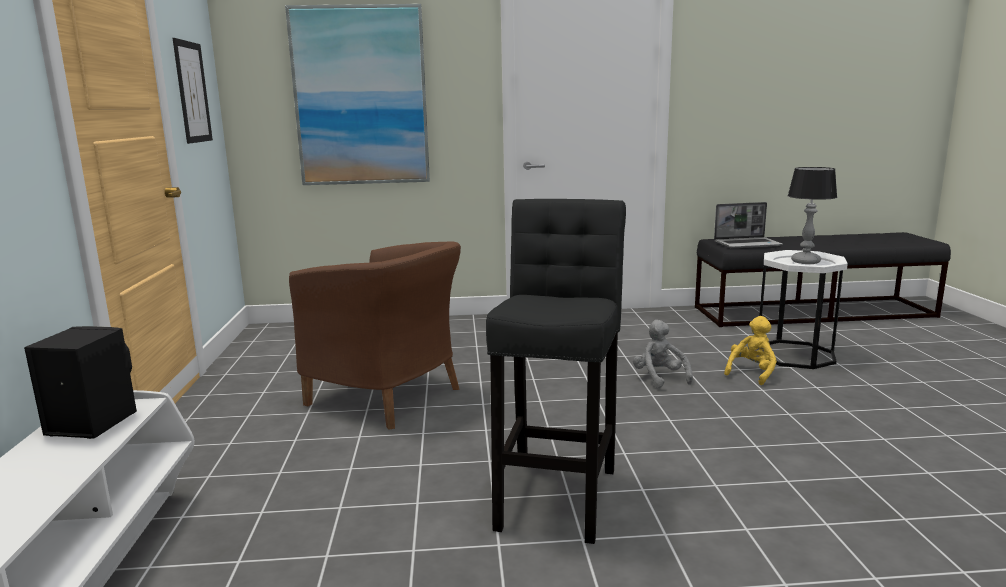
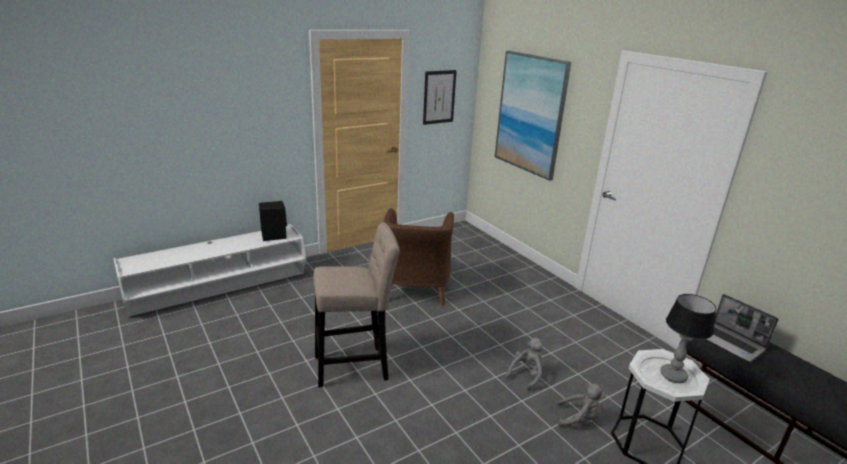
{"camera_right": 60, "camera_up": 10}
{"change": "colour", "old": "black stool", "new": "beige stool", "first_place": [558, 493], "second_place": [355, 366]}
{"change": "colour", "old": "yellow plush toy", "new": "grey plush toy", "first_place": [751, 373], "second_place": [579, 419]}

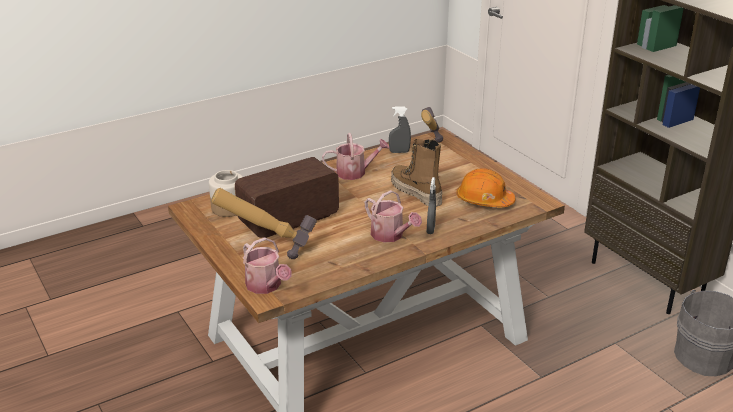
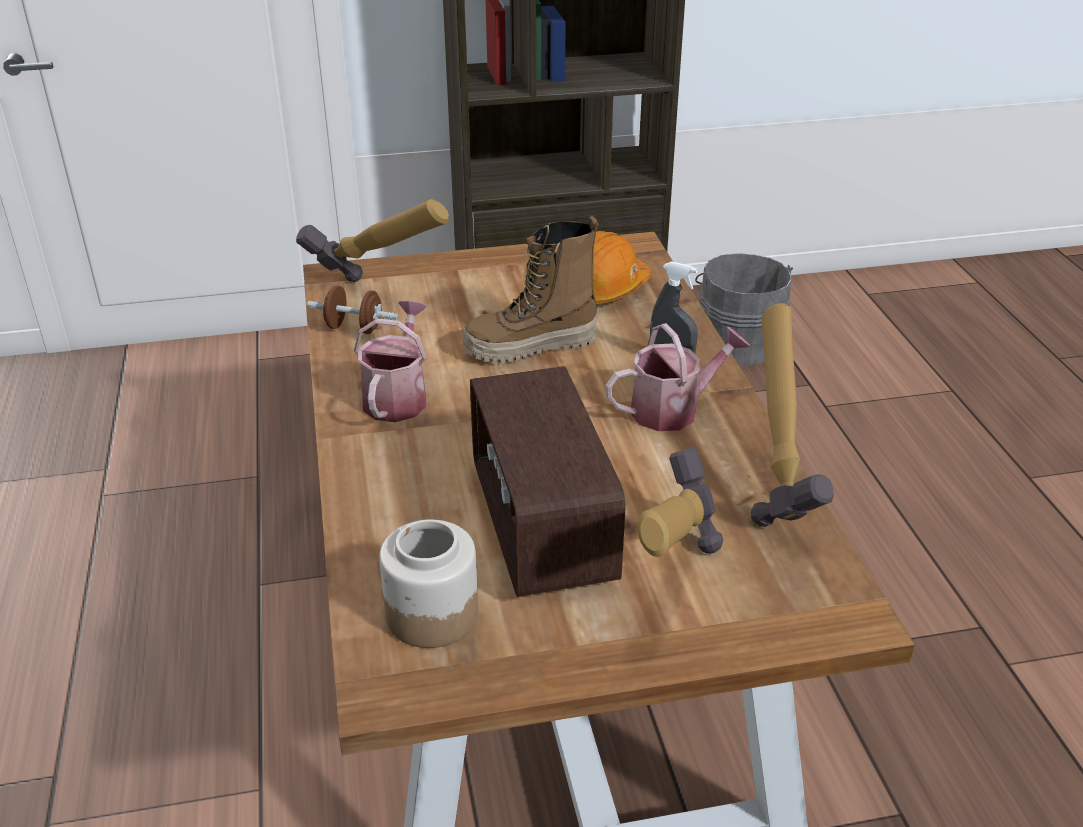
{"camera_right": -70, "camera_up": 5}
{"change": "missing", "old": "watering can", "first_place": [266, 286]}
{"change": "exchanged", "old": "grey spray bottle", "new": "brown dumbbell", "first_place": [399, 152], "second_place": [354, 328]}
{"change": "appeared", "new": "hammer", "second_place": [781, 486]}

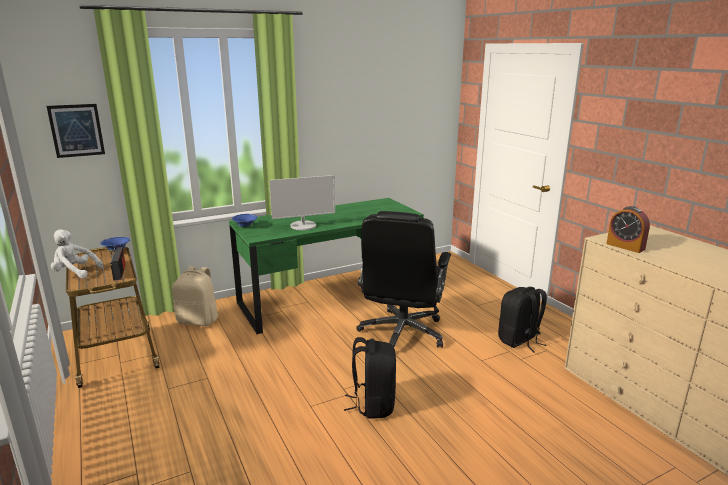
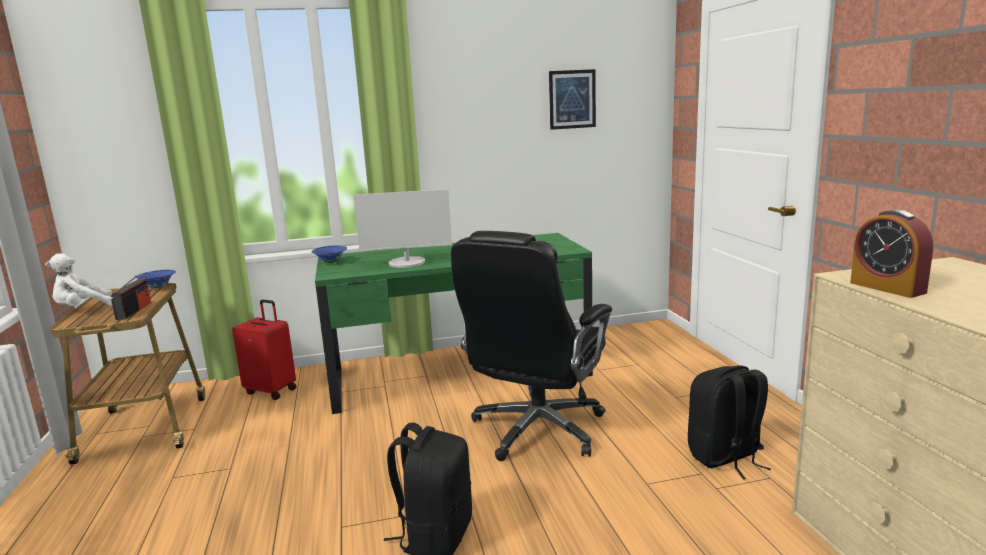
{"camera_right": 15, "camera_up": -5}
{"change": "relocated", "old": "picture", "first_place": [76, 130], "second_place": [572, 99]}
{"change": "spun", "old": "white plush toy", "first_place": [75, 273], "second_place": [84, 309], "degrees": -60}
{"change": "exchanged", "old": "beige backpack", "new": "red suitcase", "first_place": [198, 320], "second_place": [272, 390]}

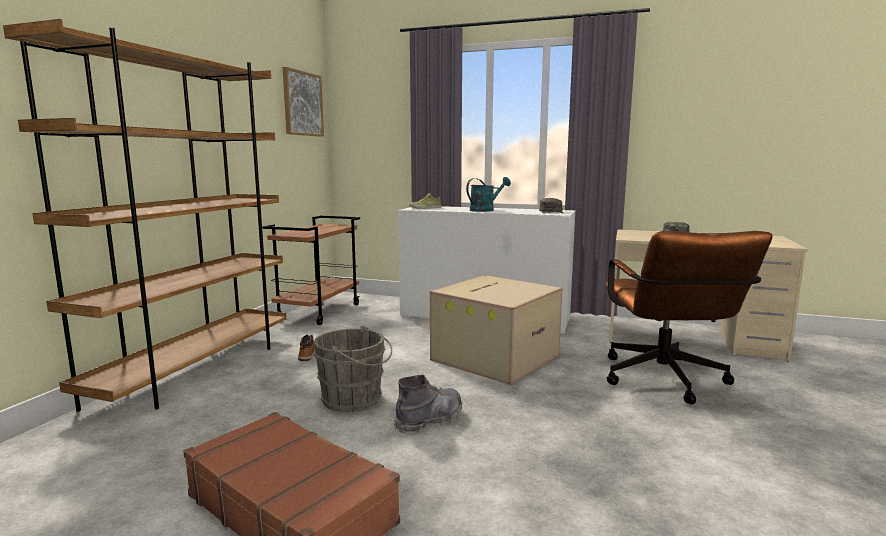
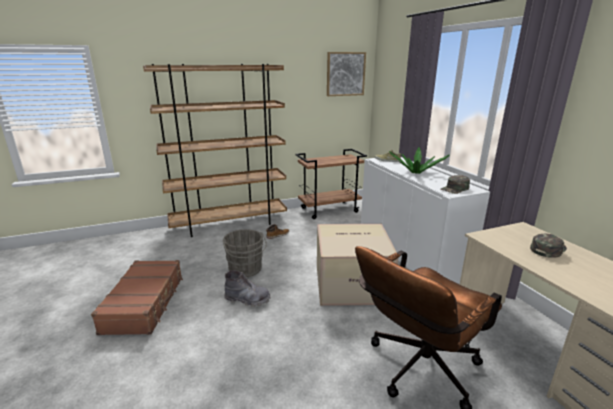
{"camera_right": 50, "camera_up": 10}
{"change": "exchanged", "old": "turquoise watering can", "new": "potted plant", "first_place": [485, 210], "second_place": [416, 173]}

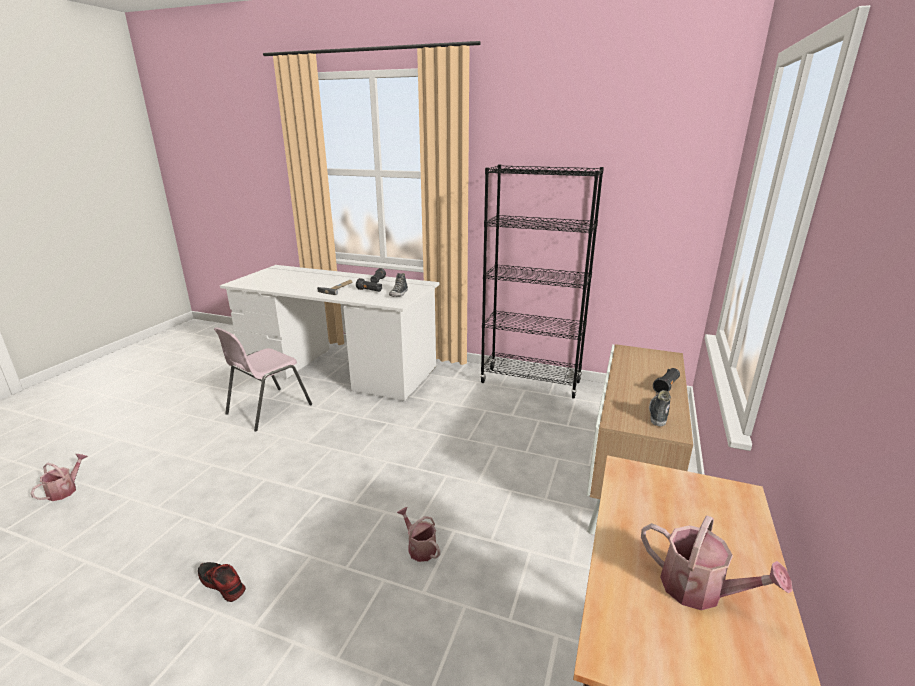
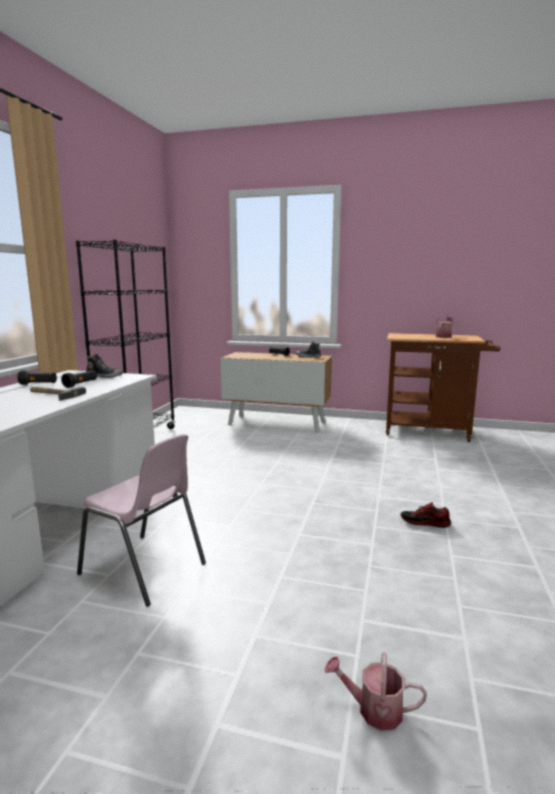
{"camera_right": -95, "camera_up": -10}
{"change": "spun", "old": "shoe", "first_place": [221, 585], "second_place": [425, 523], "degrees": 75}
{"change": "missing", "old": "watering can", "first_place": [419, 547]}

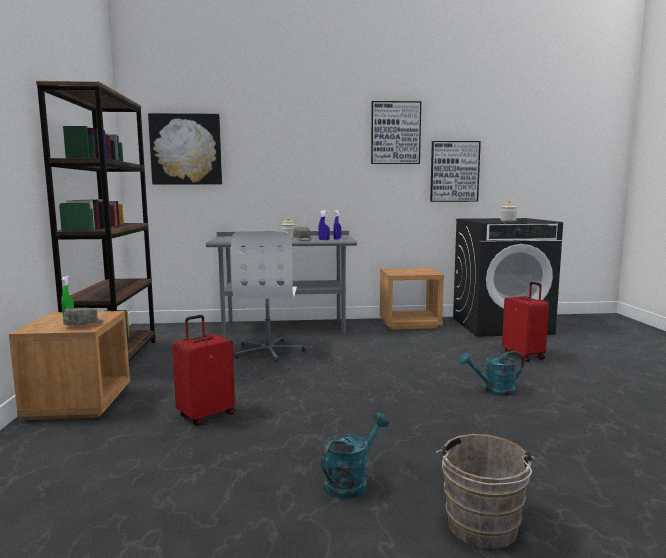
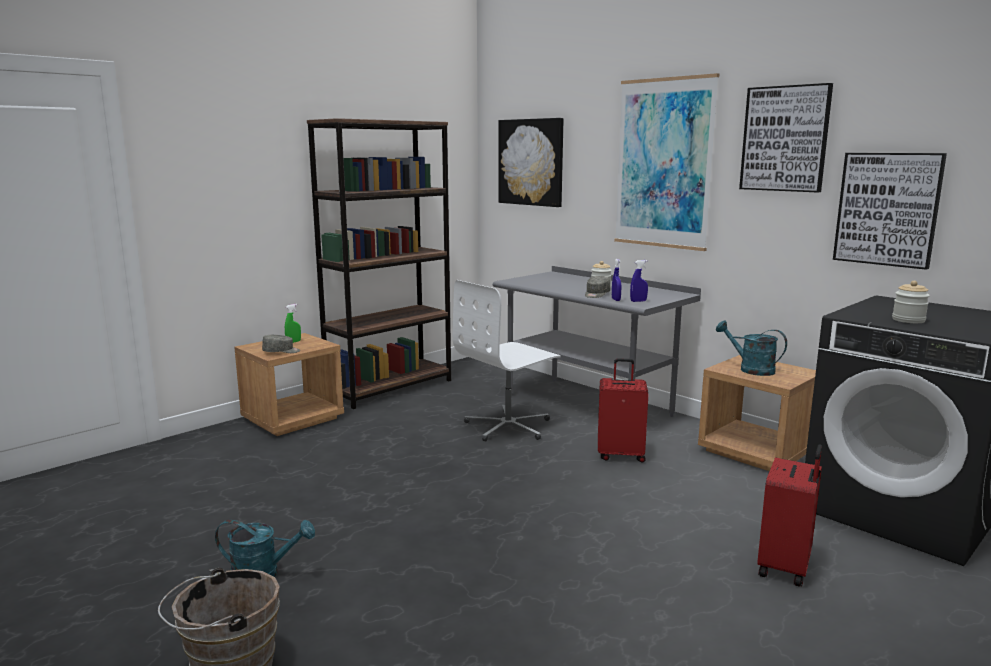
{"camera_right": 50, "camera_up": 5}
{"change": "relocated", "old": "red suitcase", "first_place": [206, 415], "second_place": [621, 455]}
{"change": "relocated", "old": "turquoise watering can", "first_place": [494, 390], "second_place": [750, 369]}
{"change": "appeared", "new": "picture", "second_place": [663, 164]}

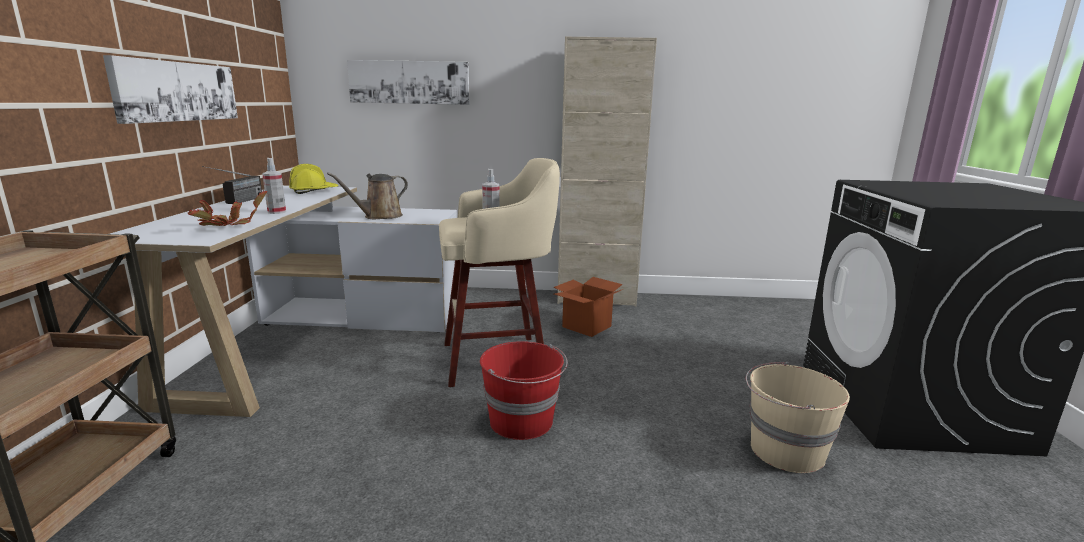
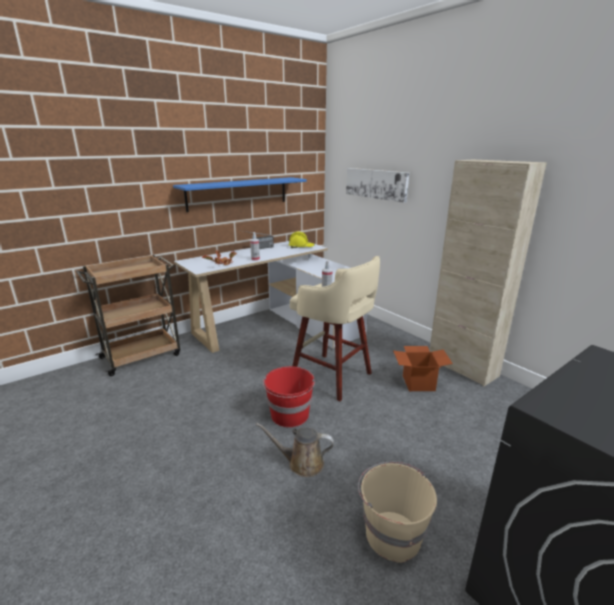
{"camera_right": 50, "camera_up": 5}
{"change": "exchanged", "old": "picture", "new": "blue shelf", "first_place": [177, 91], "second_place": [238, 193]}
{"change": "relocated", "old": "brown watering can", "first_place": [379, 216], "second_place": [302, 463]}

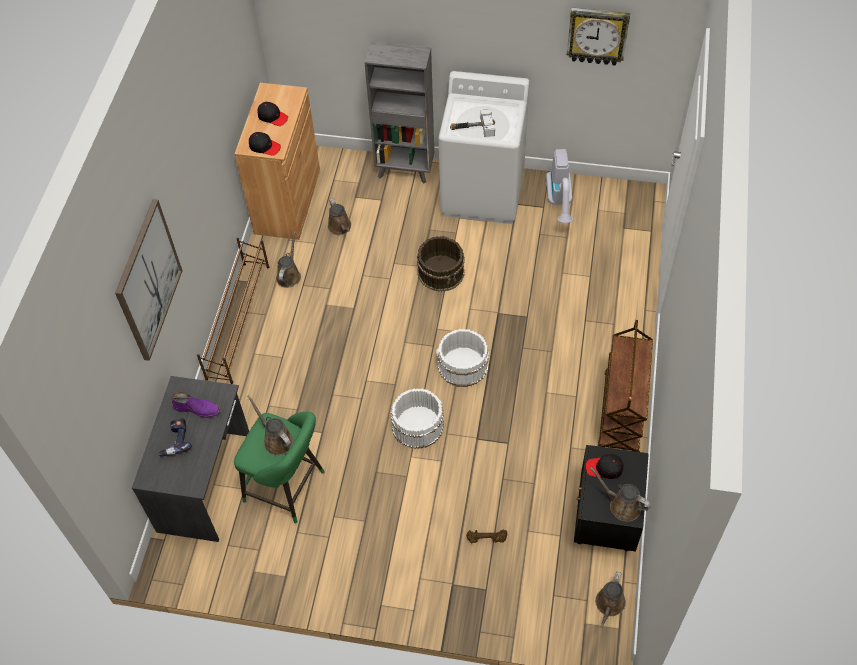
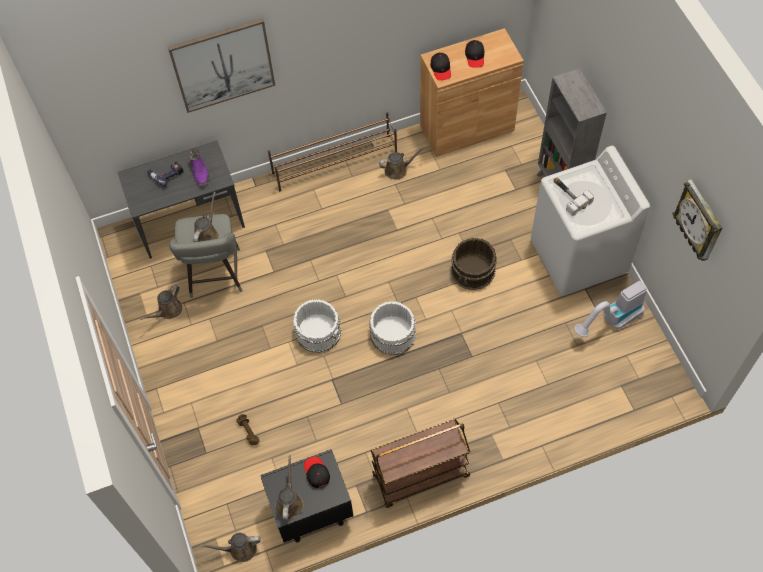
{"camera_right": 60, "camera_up": 5}
{"change": "colour", "old": "green stool", "new": "grey stool", "first_place": [288, 488], "second_place": [215, 277]}
{"change": "relocated", "old": "brown watering can", "first_place": [340, 228], "second_place": [168, 310]}

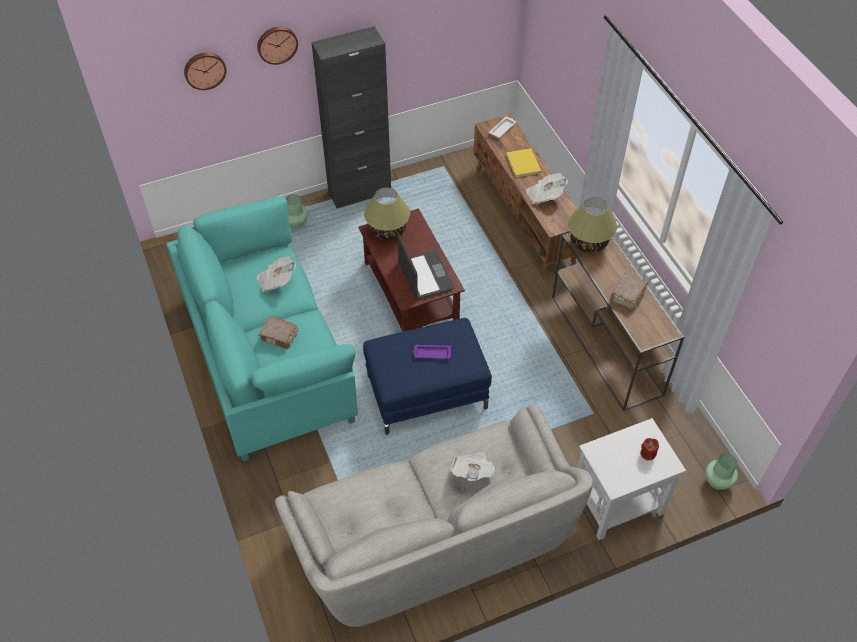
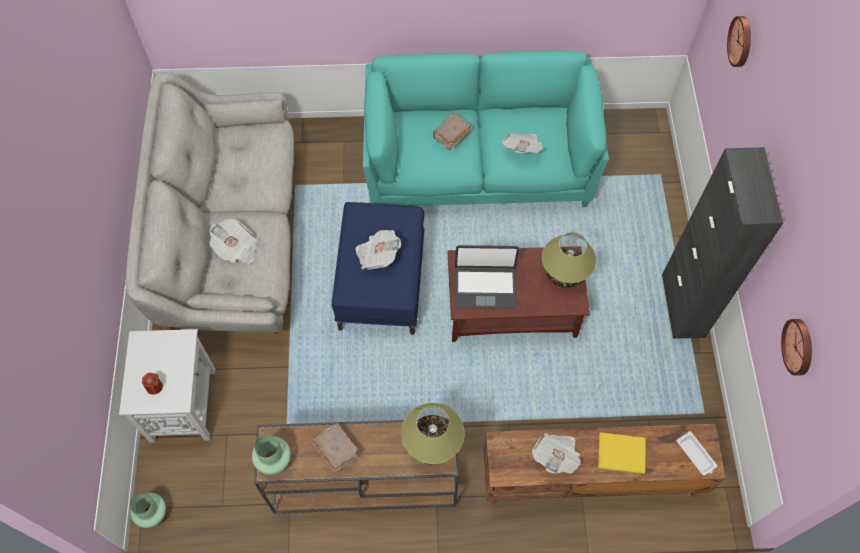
{"camera_right": 110, "camera_up": 10}
{"change": "relocated", "old": "wall clock", "first_place": [276, 44], "second_place": [799, 347]}
{"change": "relocated", "old": "green vase", "first_place": [296, 223], "second_place": [273, 460]}
{"change": "exchanged", "old": "purple tray", "new": "newspaper", "first_place": [431, 353], "second_place": [377, 255]}

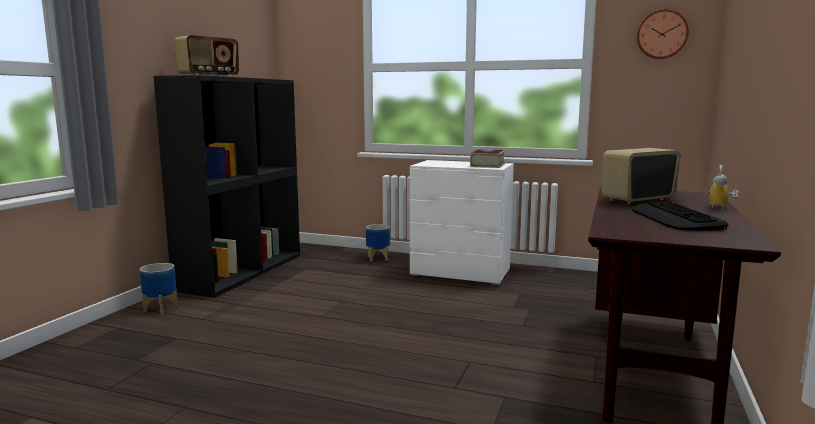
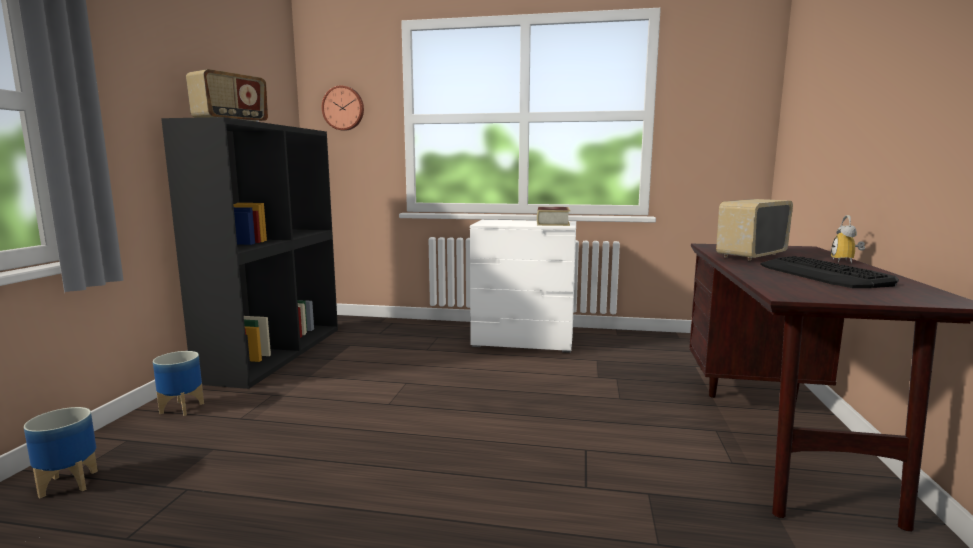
{"camera_right": -10, "camera_up": 0}
{"change": "relocated", "old": "planter", "first_place": [378, 258], "second_place": [70, 483]}
{"change": "relocated", "old": "wall clock", "first_place": [662, 34], "second_place": [343, 108]}

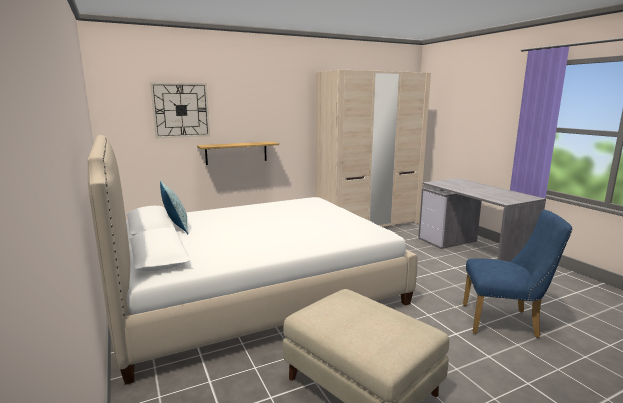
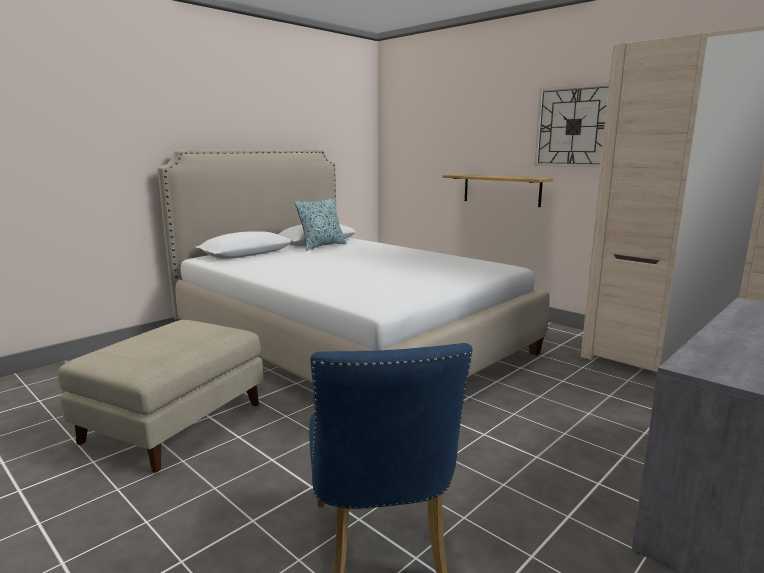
{"camera_right": 70, "camera_up": 0}
{"change": "relocated", "old": "wall clock", "first_place": [181, 110], "second_place": [574, 127]}

